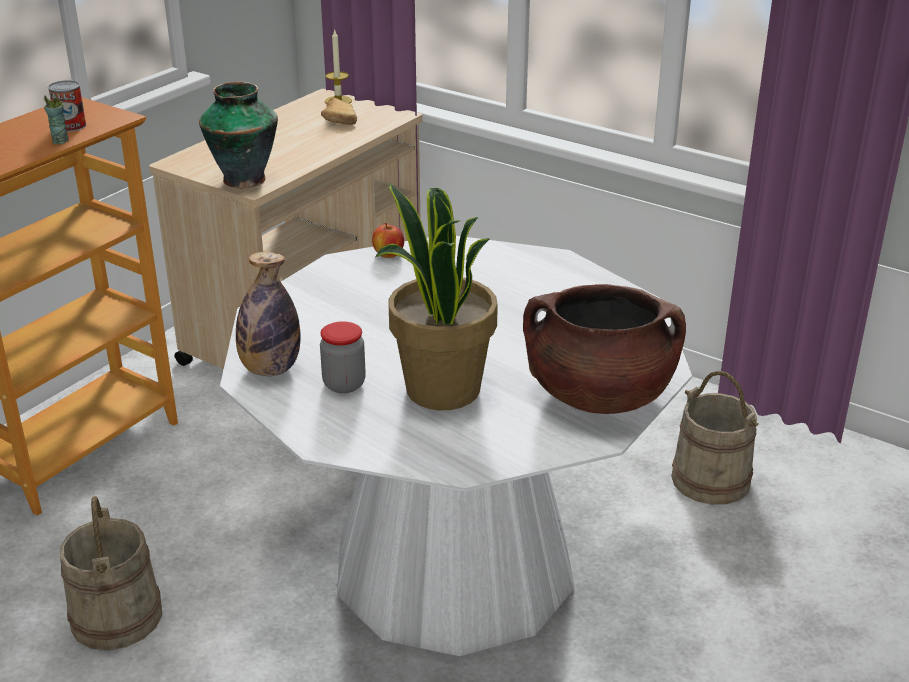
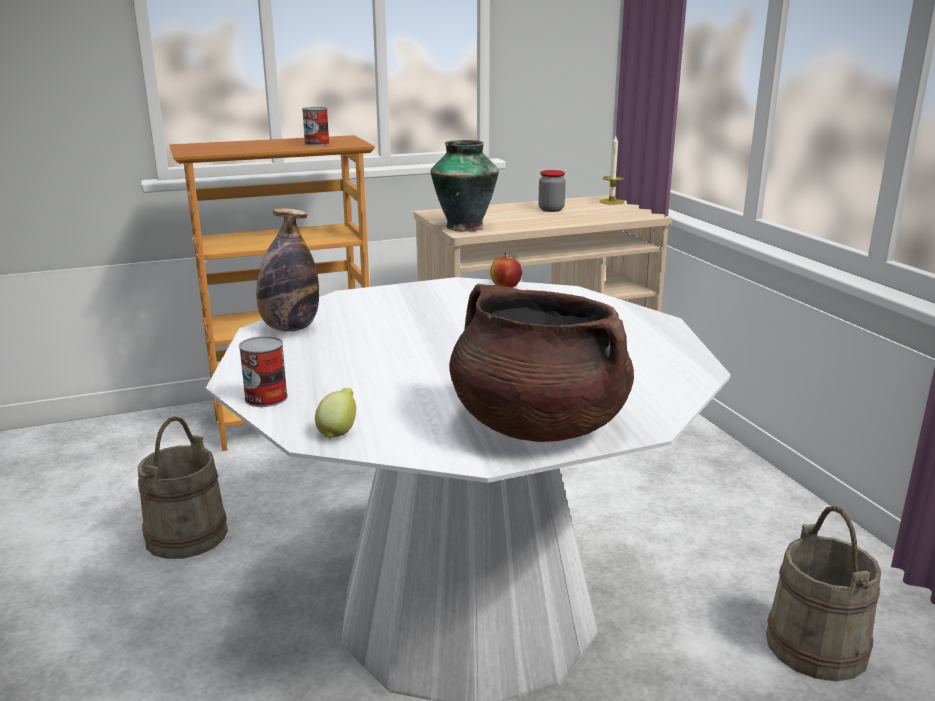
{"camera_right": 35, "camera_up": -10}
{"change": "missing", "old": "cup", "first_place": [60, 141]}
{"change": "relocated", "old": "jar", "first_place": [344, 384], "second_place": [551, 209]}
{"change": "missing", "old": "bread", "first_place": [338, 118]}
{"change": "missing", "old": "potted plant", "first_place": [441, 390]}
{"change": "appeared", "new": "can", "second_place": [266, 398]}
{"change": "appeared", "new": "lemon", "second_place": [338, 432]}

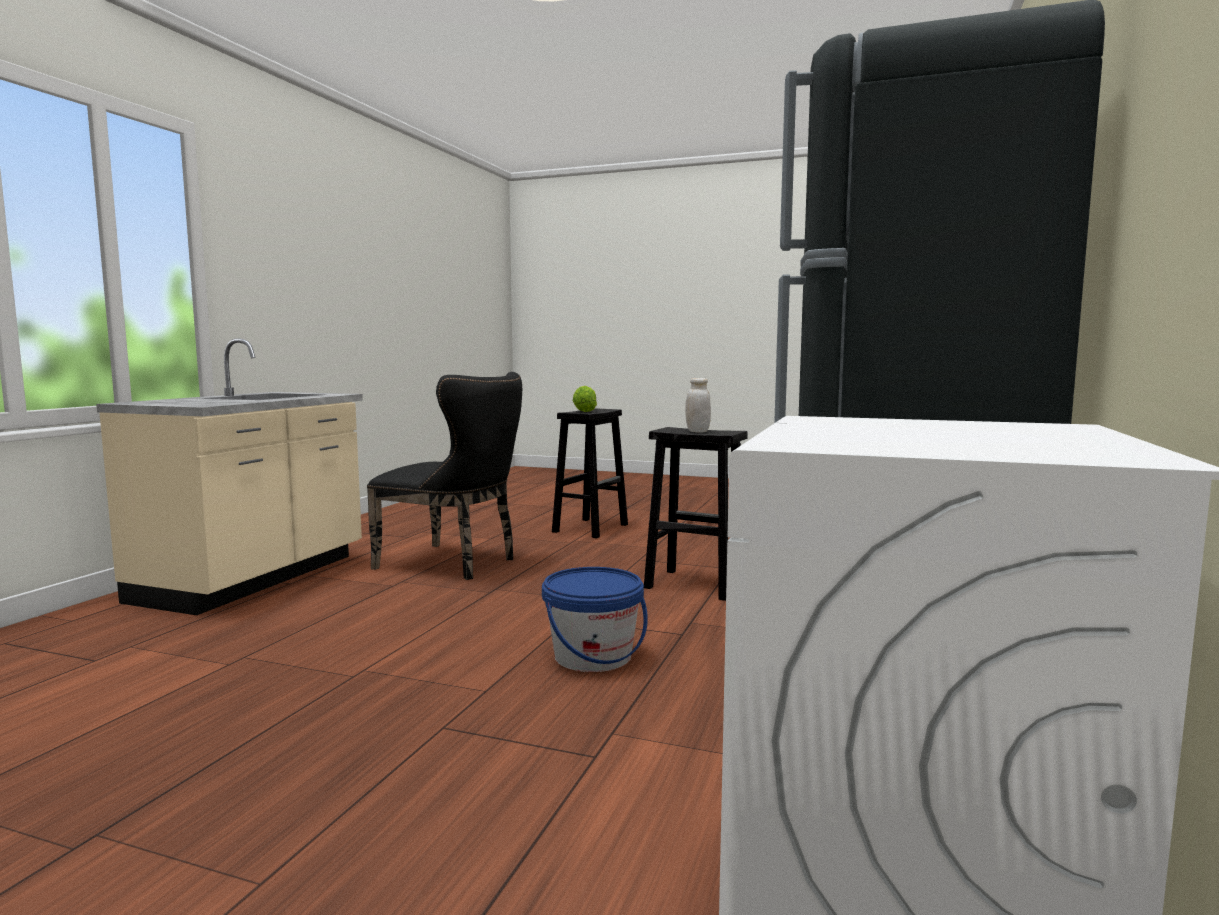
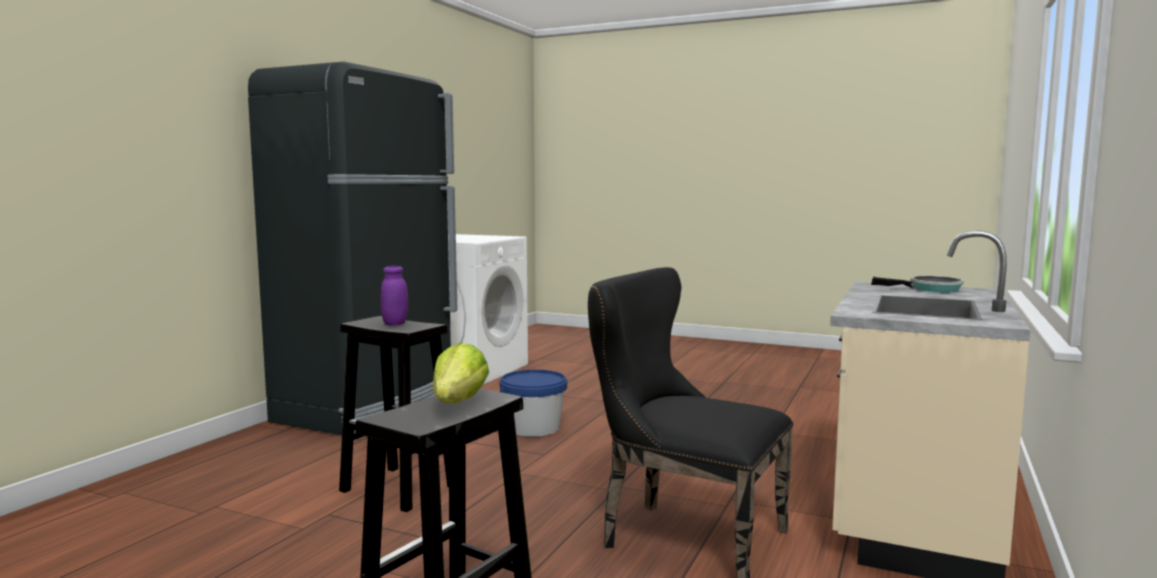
{"camera_right": -175, "camera_up": 0}
{"change": "colour", "old": "white jar", "new": "purple jar", "first_place": [697, 431], "second_place": [395, 324]}
{"change": "appeared", "new": "frying pan", "second_place": [930, 289]}

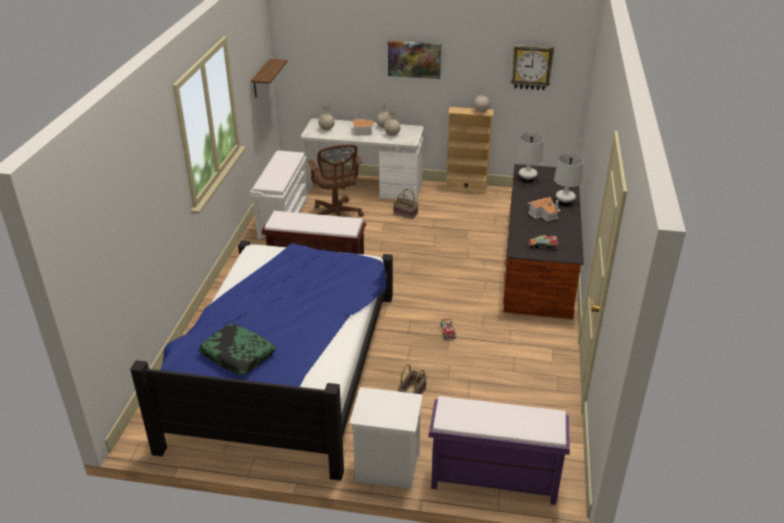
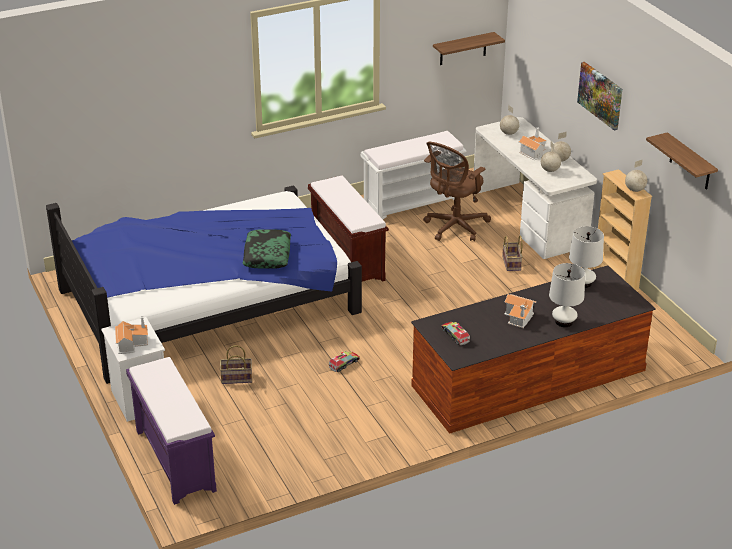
{"camera_right": 55, "camera_up": 0}
{"change": "relocated", "old": "pillow", "first_place": [237, 355], "second_place": [267, 255]}
{"change": "exchanged", "old": "wall clock", "new": "shelf", "first_place": [531, 67], "second_place": [690, 162]}
{"change": "appeared", "new": "toy house", "second_place": [131, 343]}

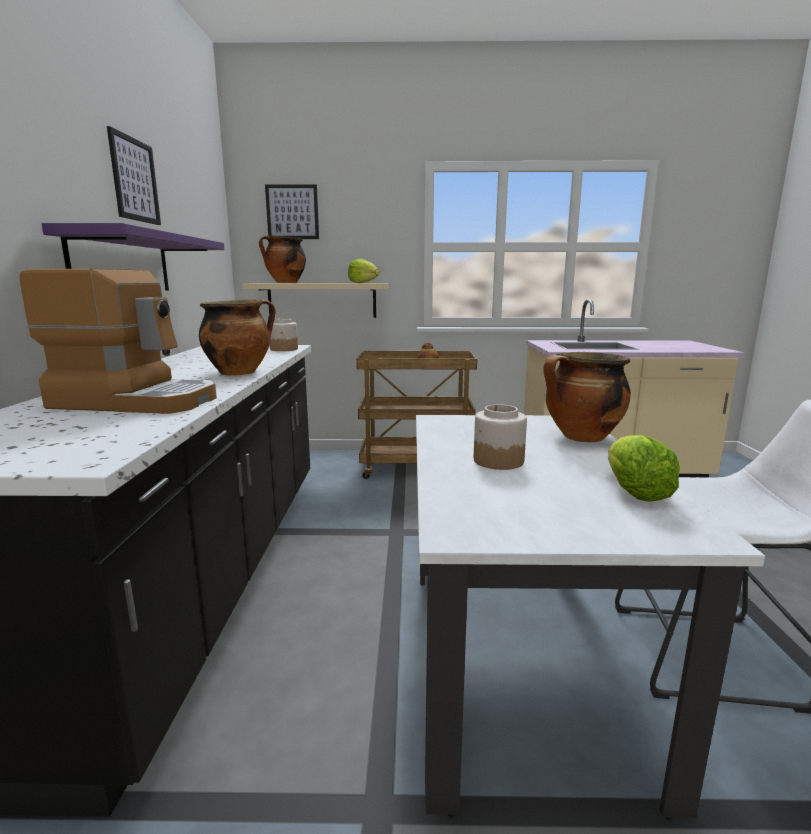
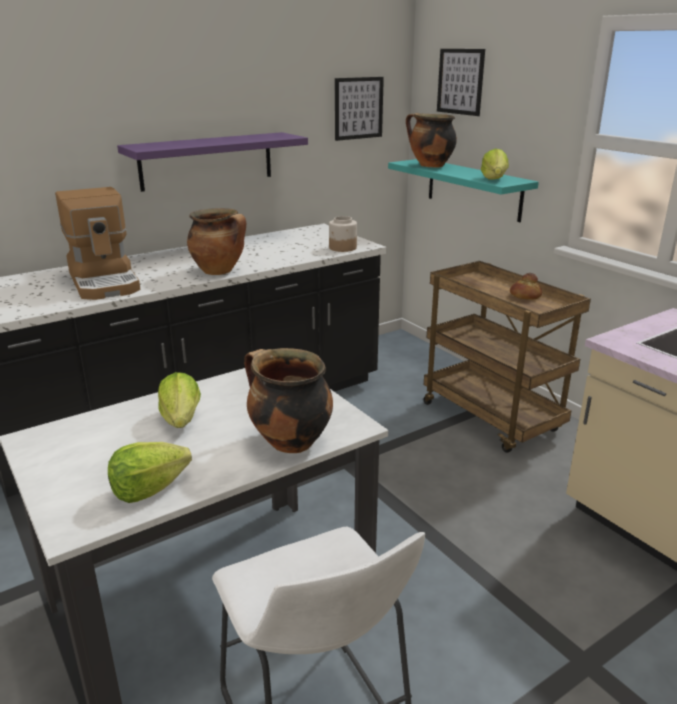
{"camera_right": 55, "camera_up": 10}
{"change": "relocated", "old": "picture", "first_place": [134, 180], "second_place": [358, 108]}
{"change": "colour", "old": "beige shelf", "new": "turquoise shelf", "first_place": [322, 300], "second_place": [473, 189]}
{"change": "exchanged", "old": "jar", "new": "lettuce", "first_place": [498, 461], "second_place": [181, 420]}

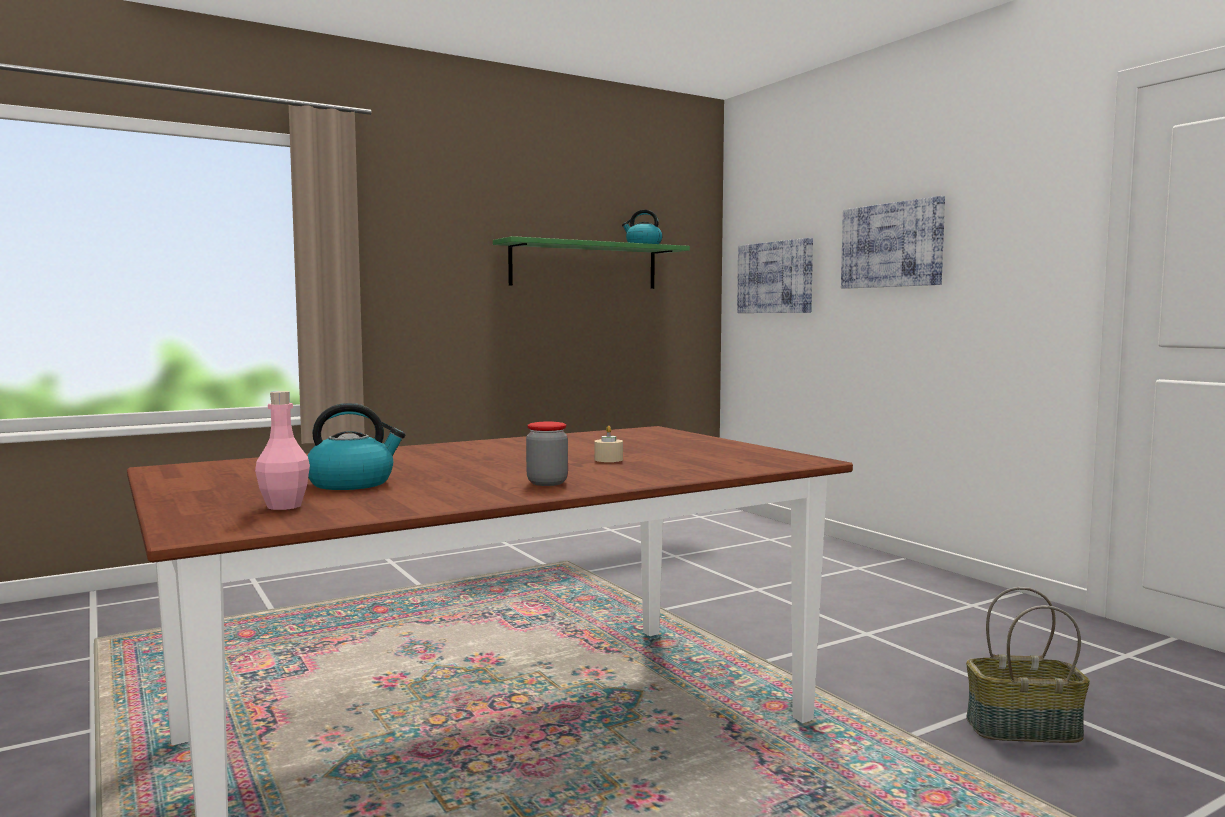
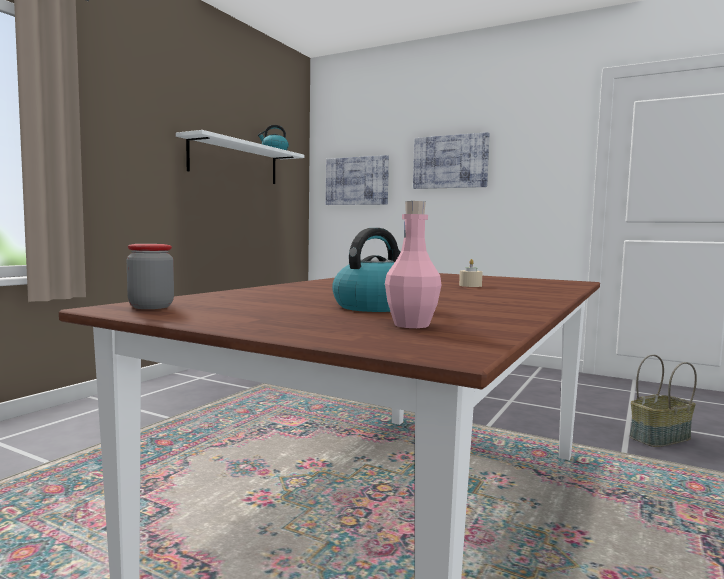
{"camera_right": -30, "camera_up": 0}
{"change": "colour", "old": "green shelf", "new": "white shelf", "first_place": [584, 265], "second_place": [235, 162]}
{"change": "relocated", "old": "jar", "first_place": [547, 483], "second_place": [151, 307]}

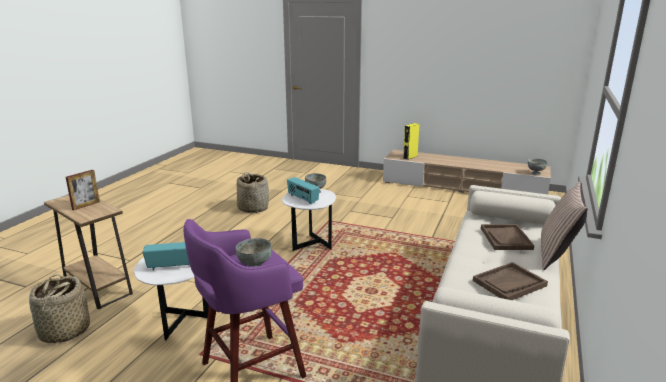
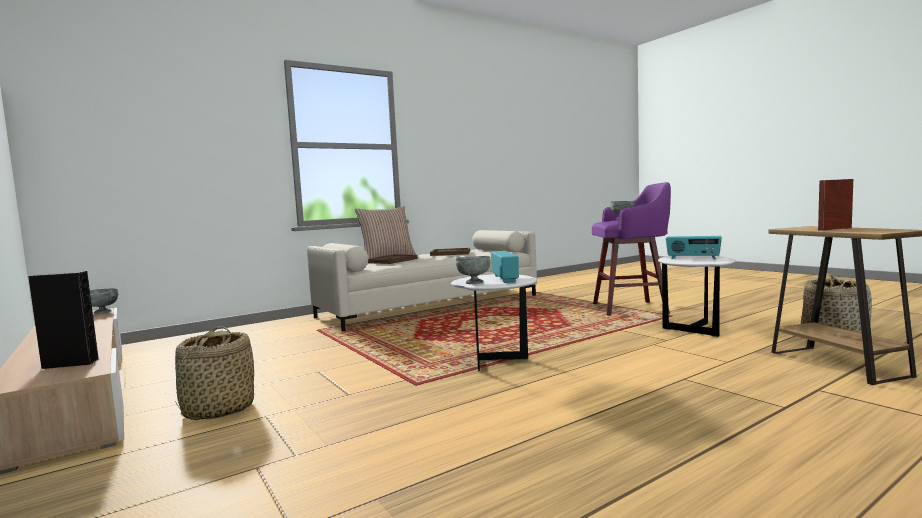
{"camera_right": -145, "camera_up": -15}
{"change": "relocated", "old": "basket", "first_place": [253, 208], "second_place": [218, 410]}
{"change": "colour", "old": "yellow speaker", "new": "black speaker", "first_place": [410, 157], "second_place": [70, 364]}

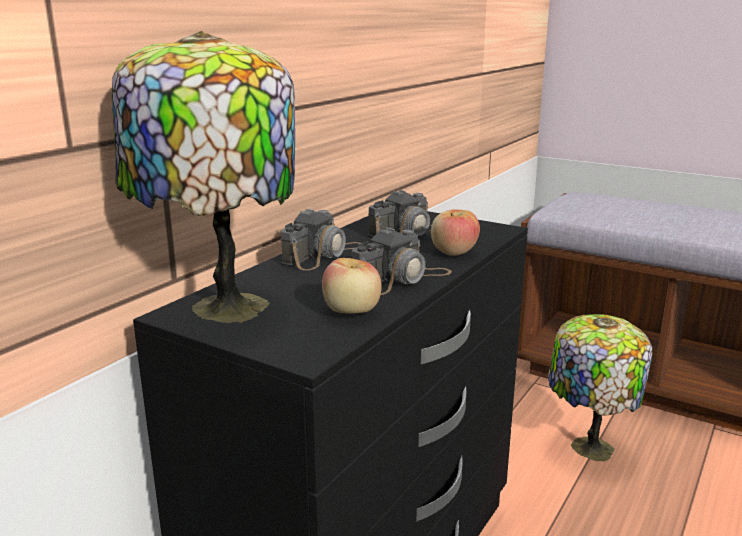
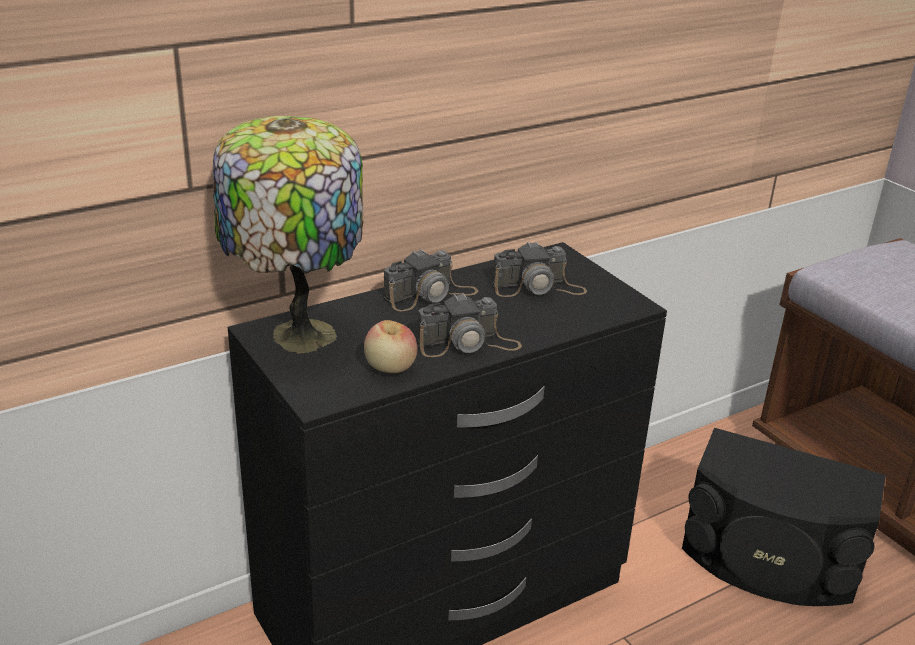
{"camera_right": 25, "camera_up": 10}
{"change": "missing", "old": "apple", "first_place": [453, 252]}
{"change": "exchanged", "old": "table lamp", "new": "black speaker", "first_place": [588, 448], "second_place": [769, 560]}

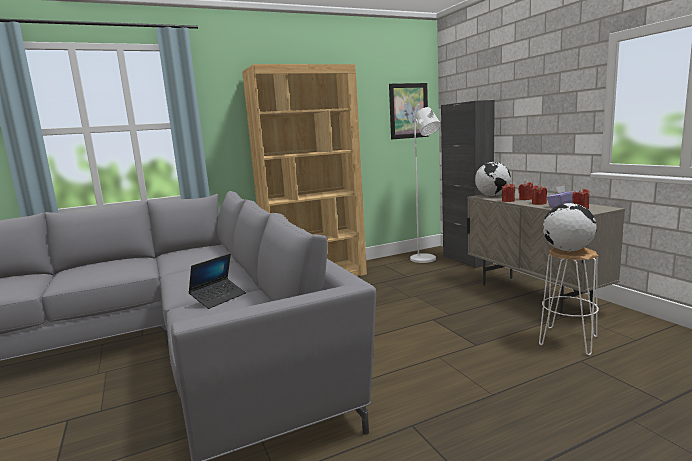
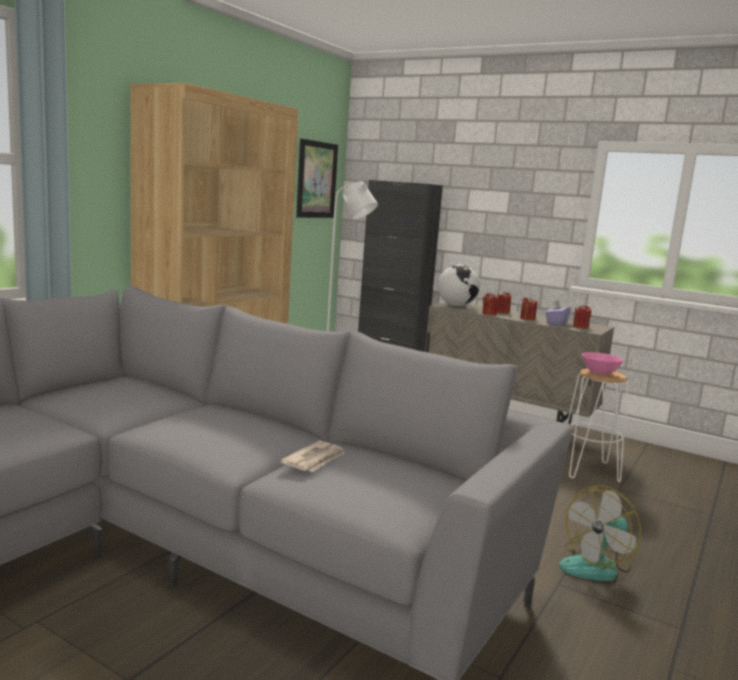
{"camera_right": -35, "camera_up": 0}
{"change": "exchanged", "old": "laptop", "new": "newspaper", "first_place": [218, 298], "second_place": [315, 459]}
{"change": "exchanged", "old": "globe", "new": "pink bowl", "first_place": [567, 250], "second_place": [599, 373]}
{"change": "appeared", "new": "fan", "second_place": [596, 566]}

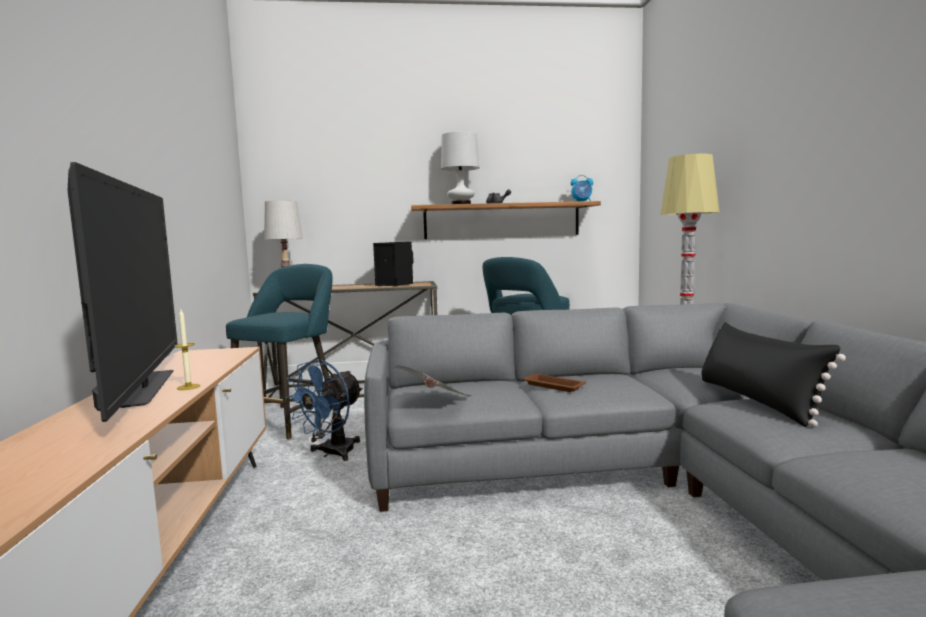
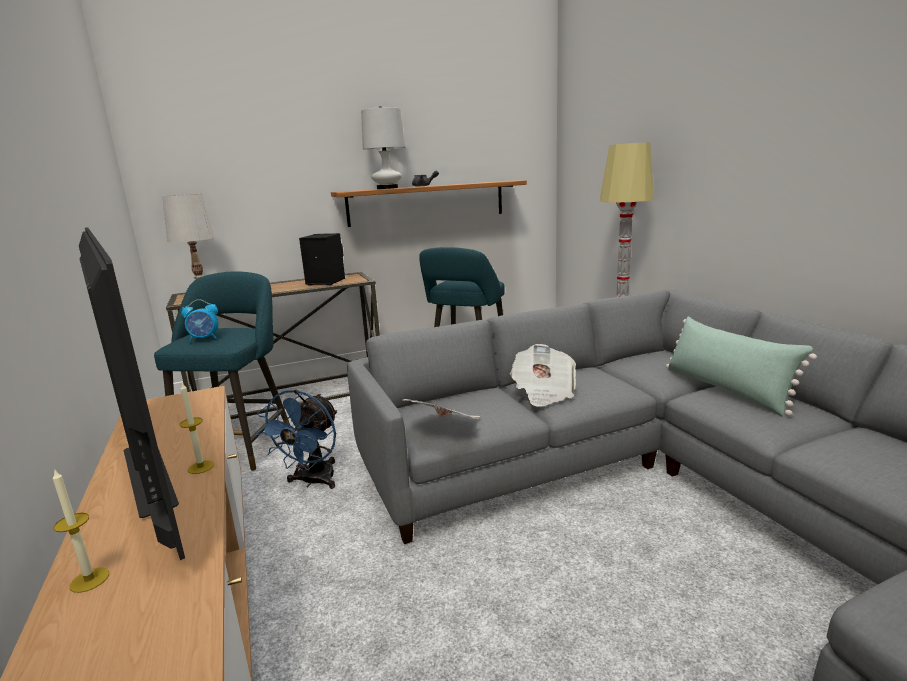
{"camera_right": -15, "camera_up": 10}
{"change": "exchanged", "old": "brown tray", "new": "newspaper", "first_place": [552, 386], "second_place": [543, 392]}
{"change": "relocated", "old": "alarm clock", "first_place": [582, 202], "second_place": [204, 339]}
{"change": "colour", "old": "black pillow", "new": "green pillow", "first_place": [756, 400], "second_place": [726, 389]}
{"change": "appeared", "new": "candle", "second_place": [89, 580]}

